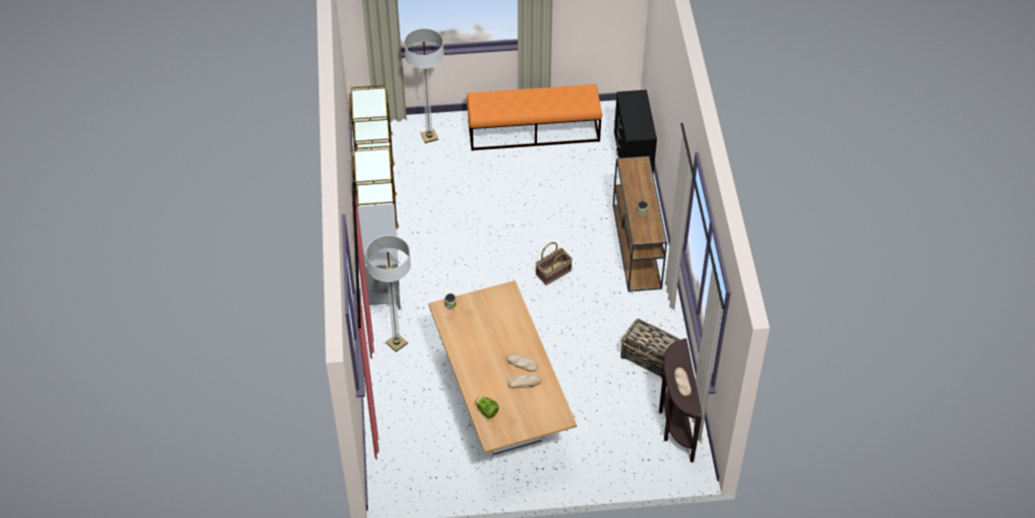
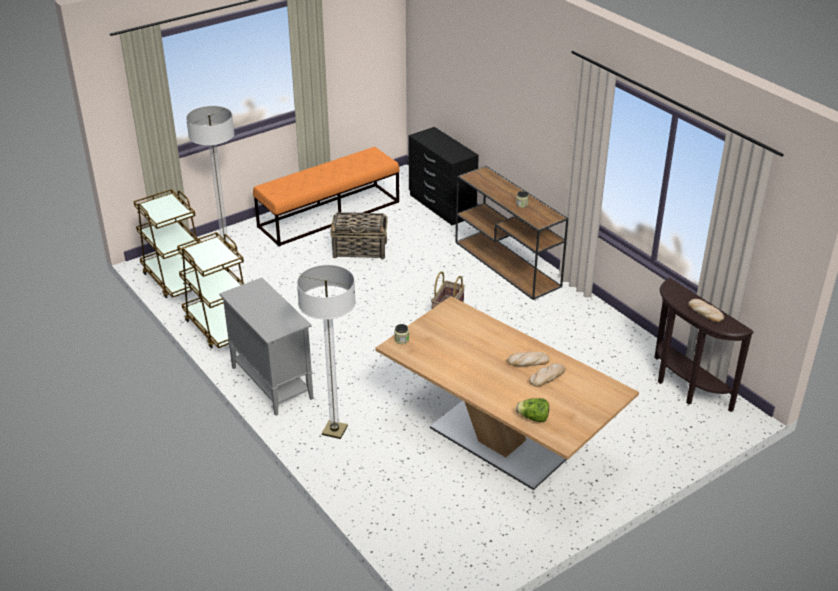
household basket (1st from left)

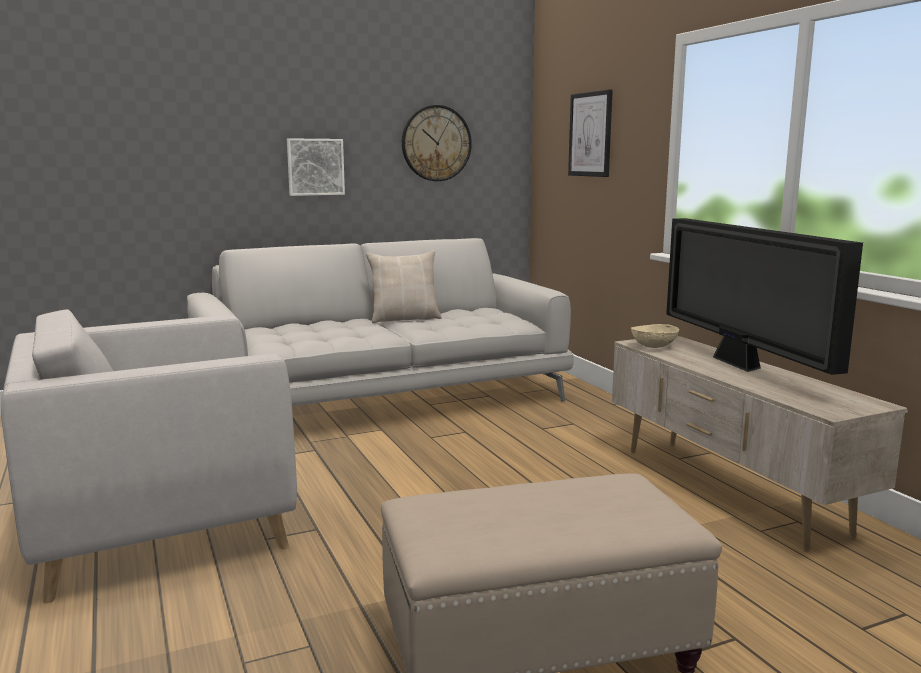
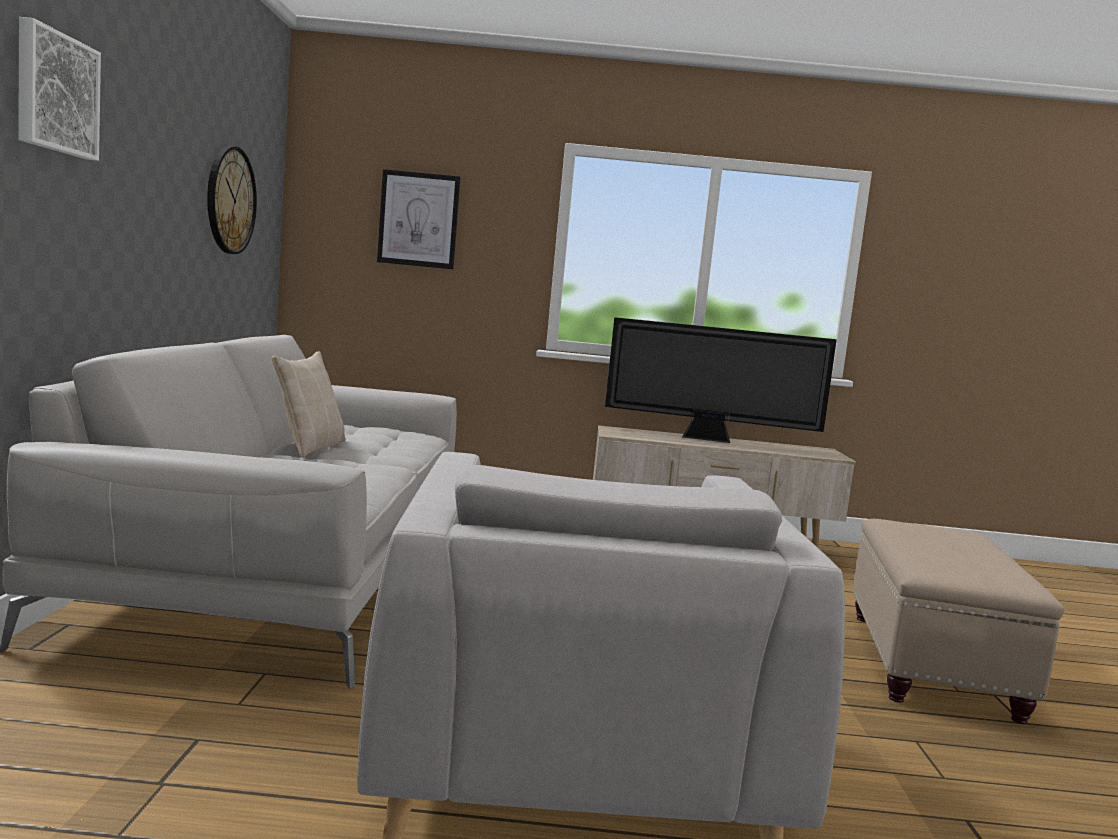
wall picture (1st from left)
beige-coloured serving bowl

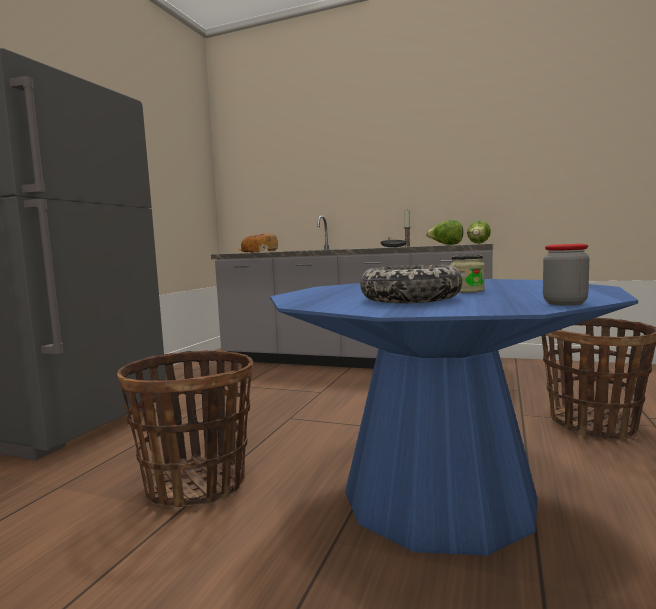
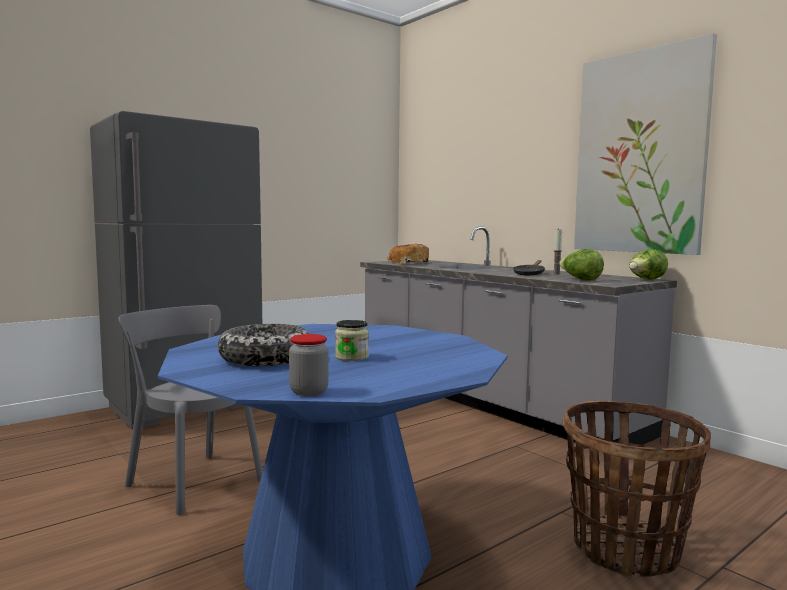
gray chair
wall picture

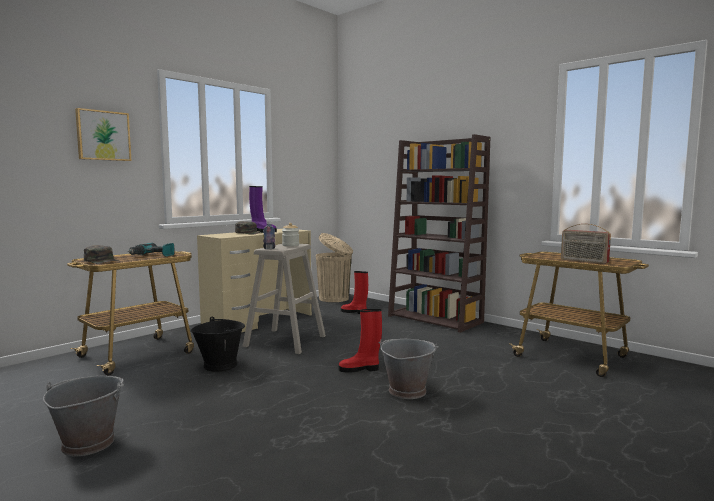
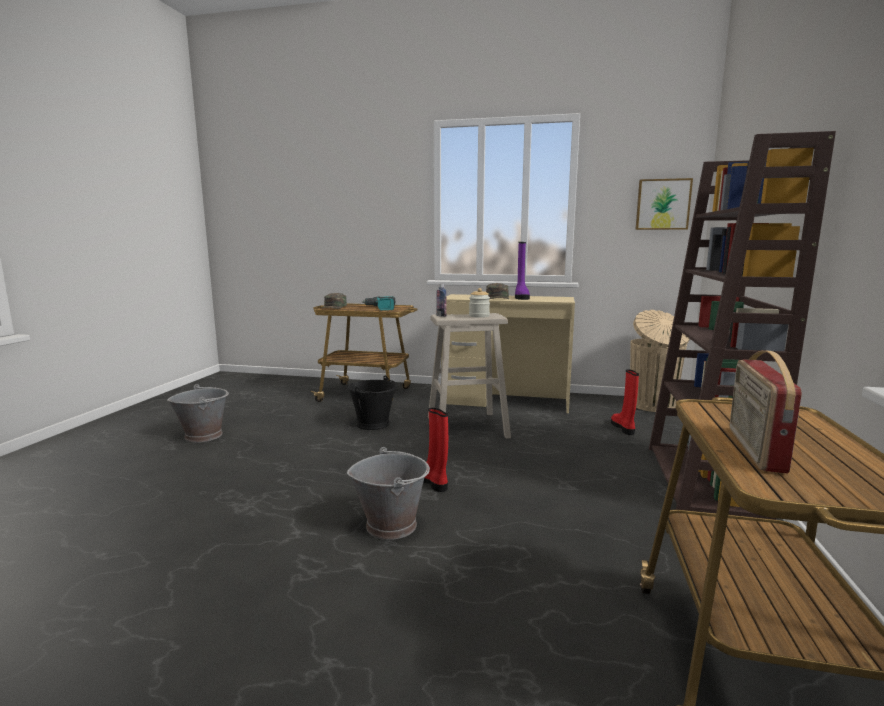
wall picture

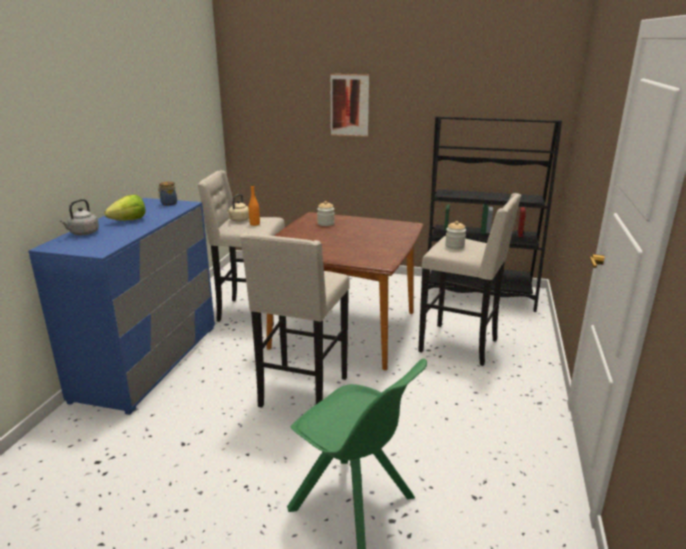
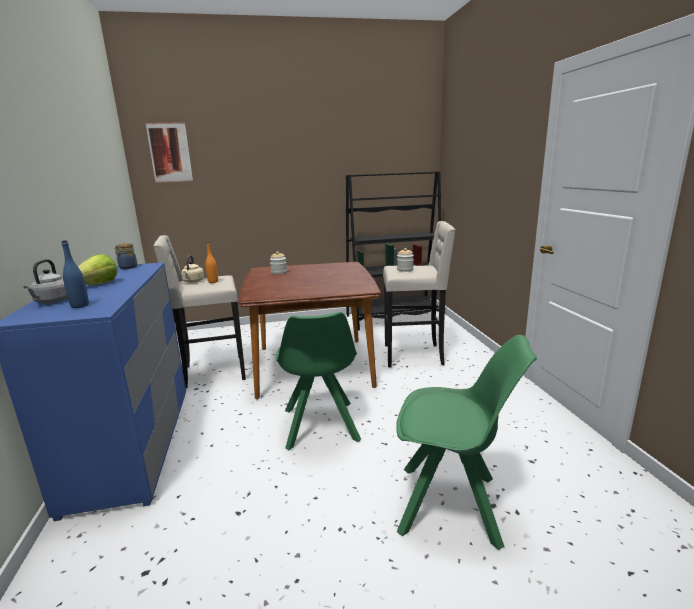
blue drink bottle
wall picture
green chair (1st from left)

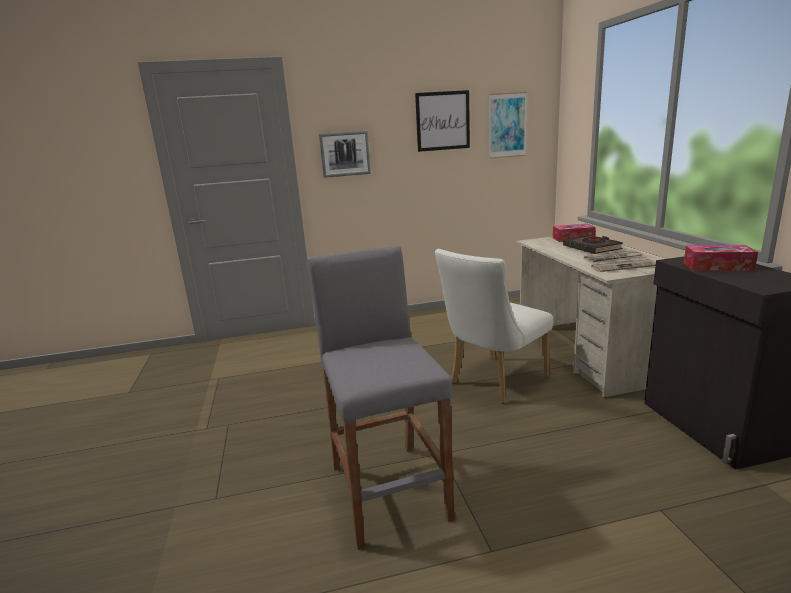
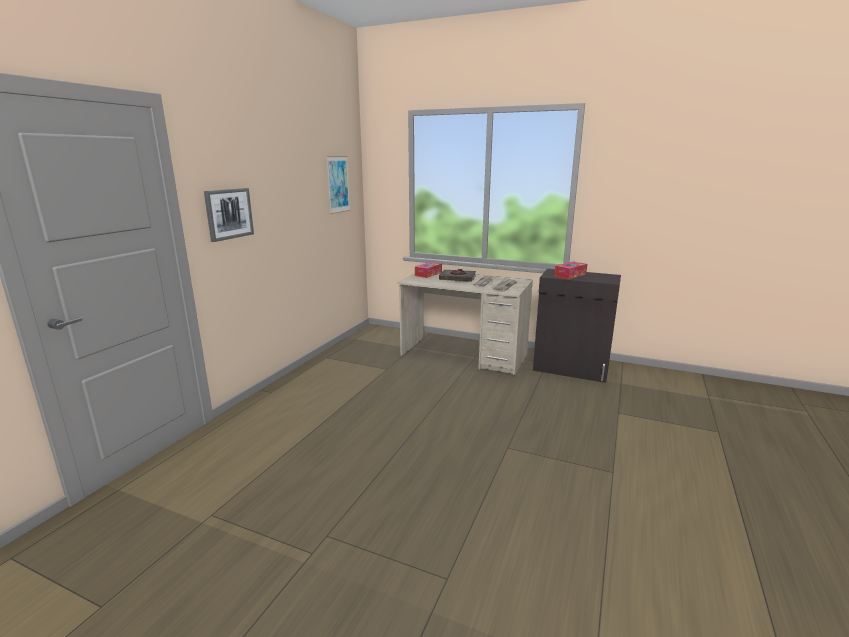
gray stool
wall picture (2nd from left in the first image)
whitish chair

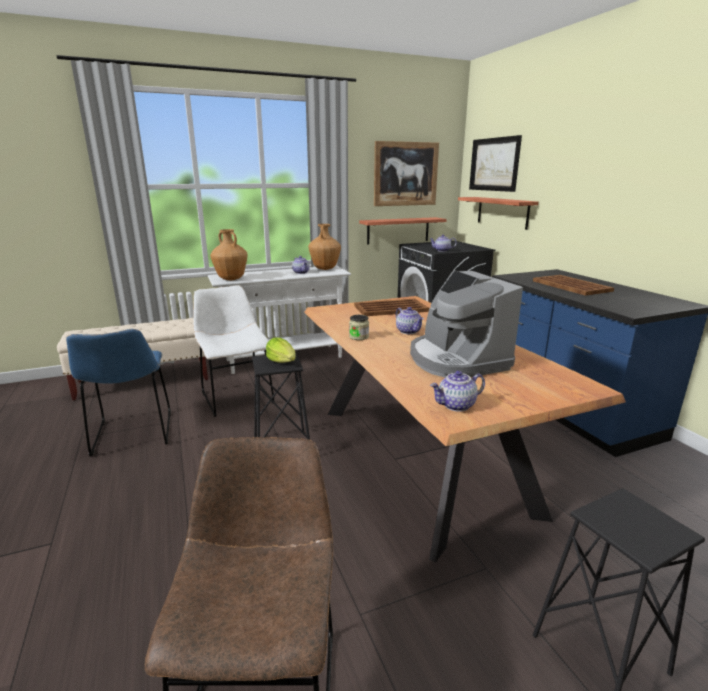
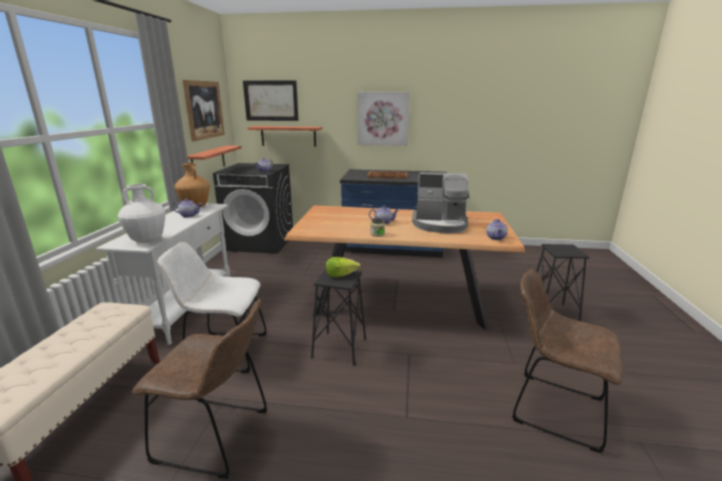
whitish flower vase
brown chair (1st from left)
wall picture (3rd from left)
brown carrying tray (1st from left in the first image)

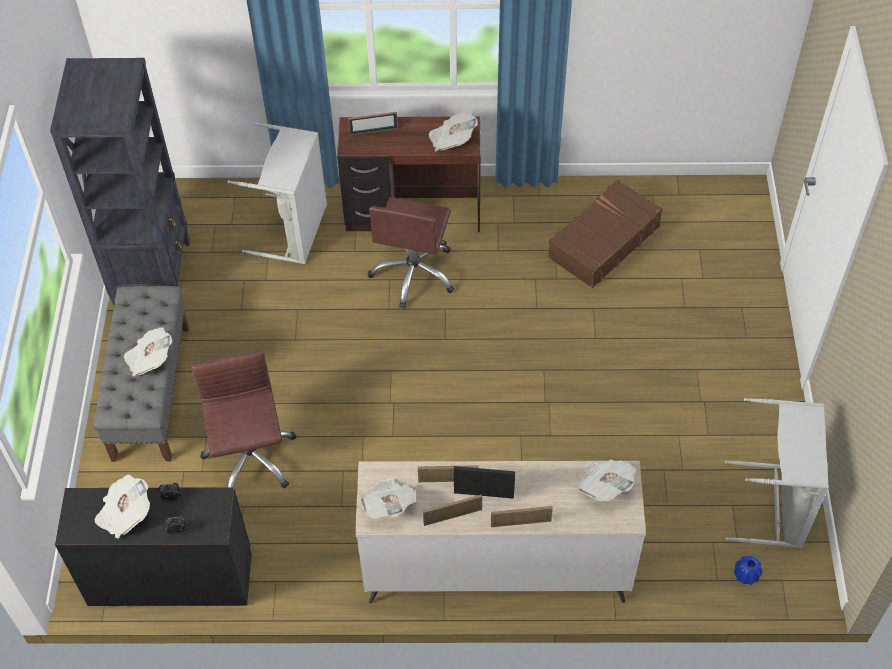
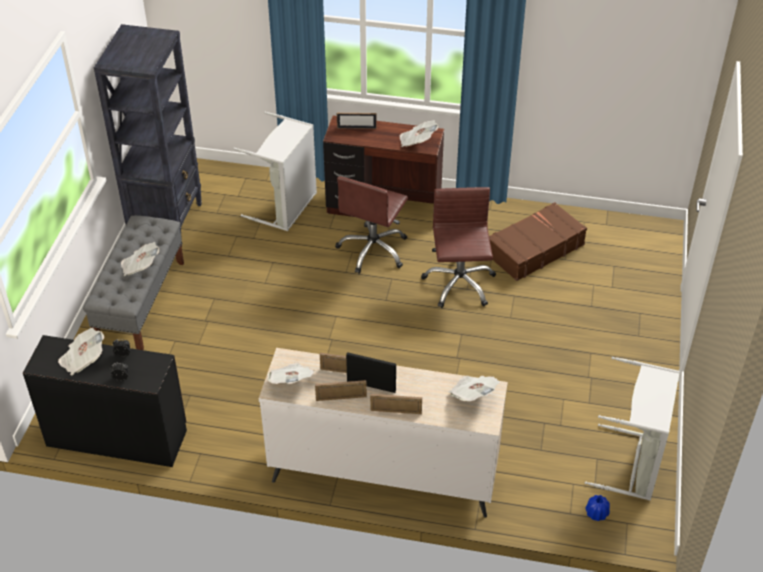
brown office chair (2nd from left)

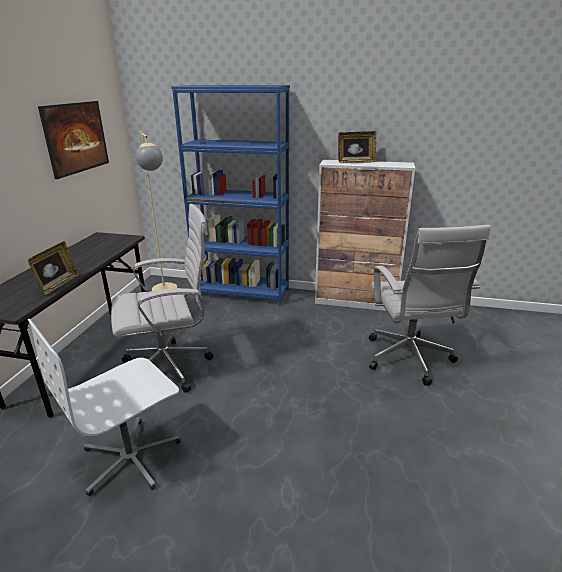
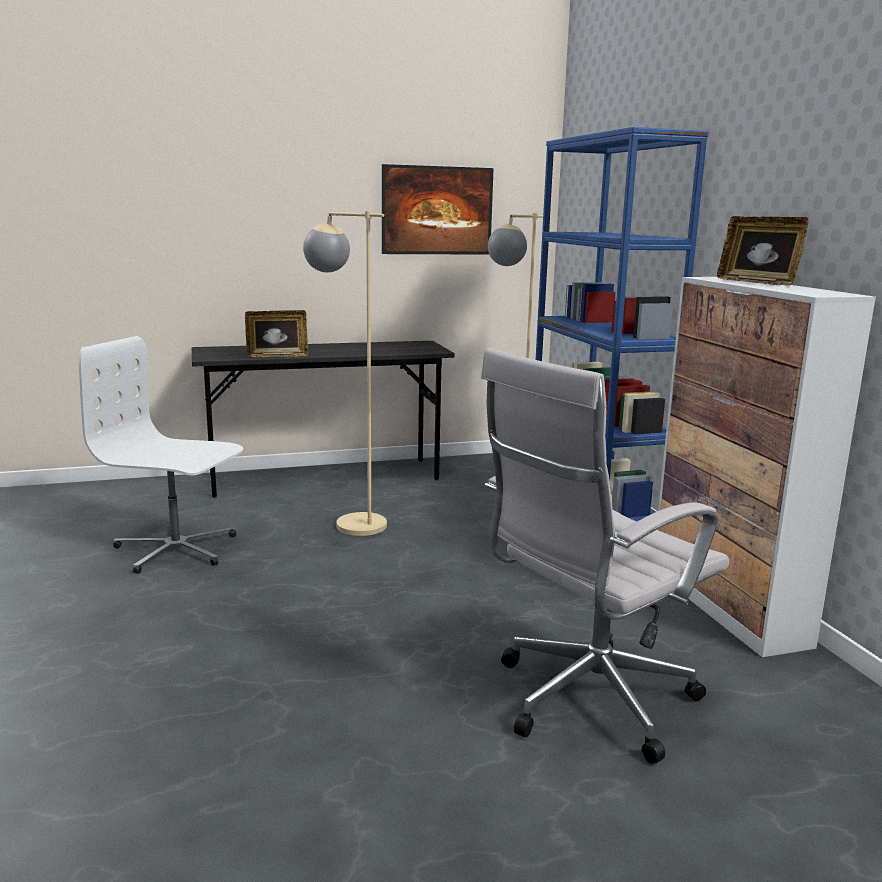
beige-coloured standing lamp (1st from left)

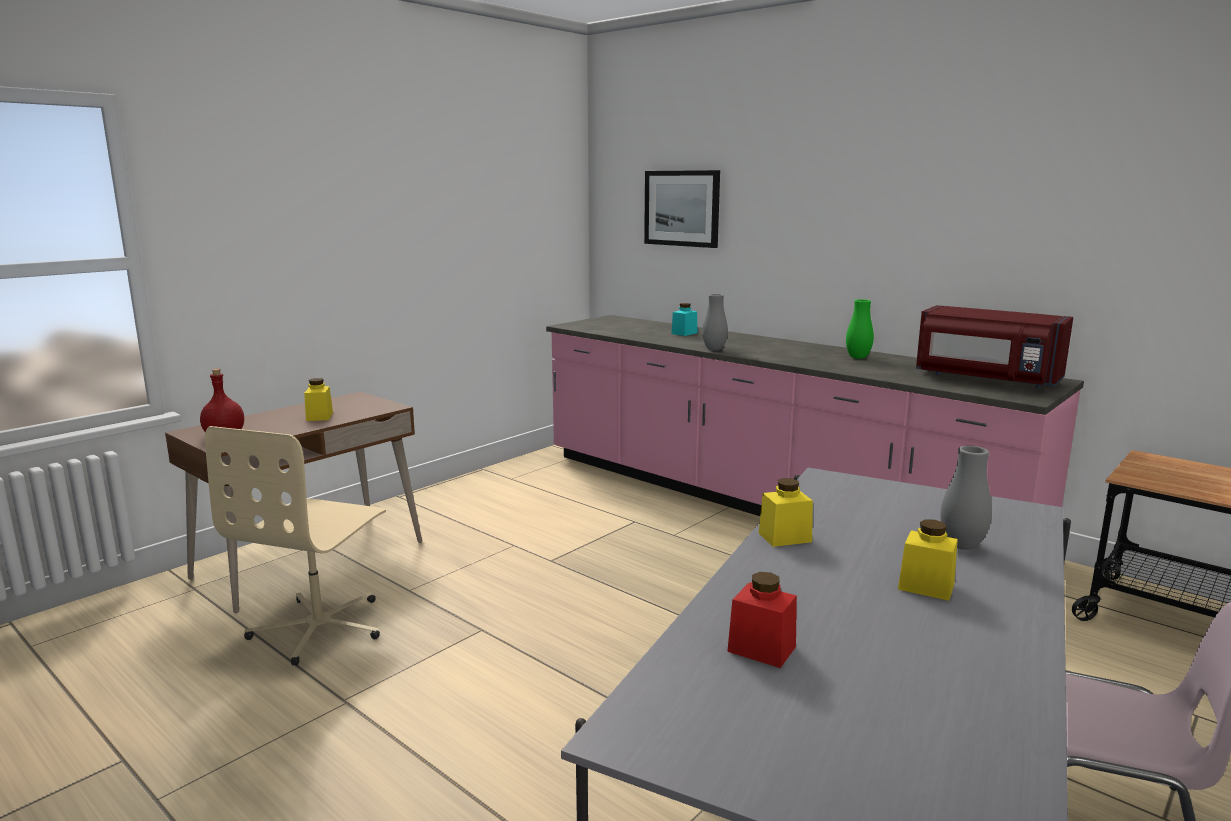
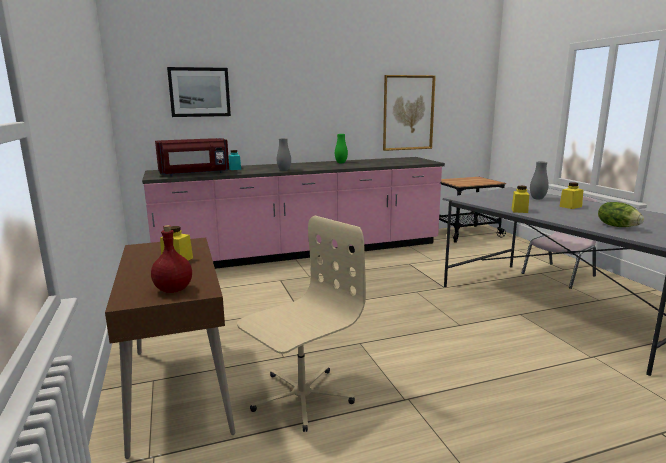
red-coloured microwave oven
beige-coloured office chair
wall picture (2nd from left)
head of lettuce

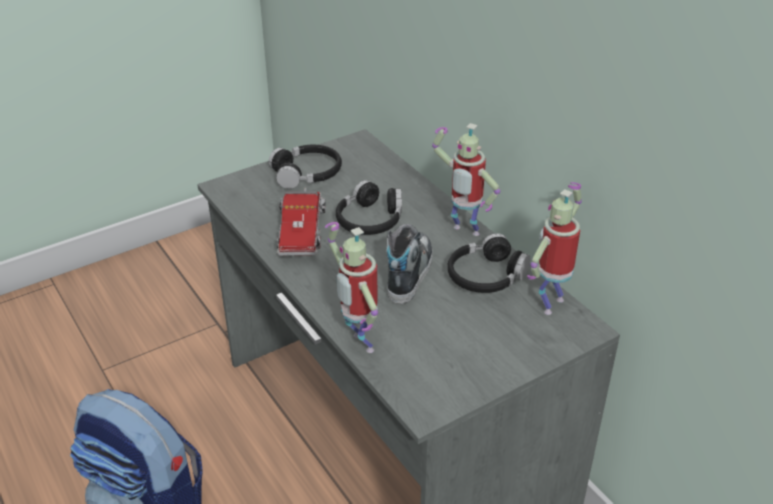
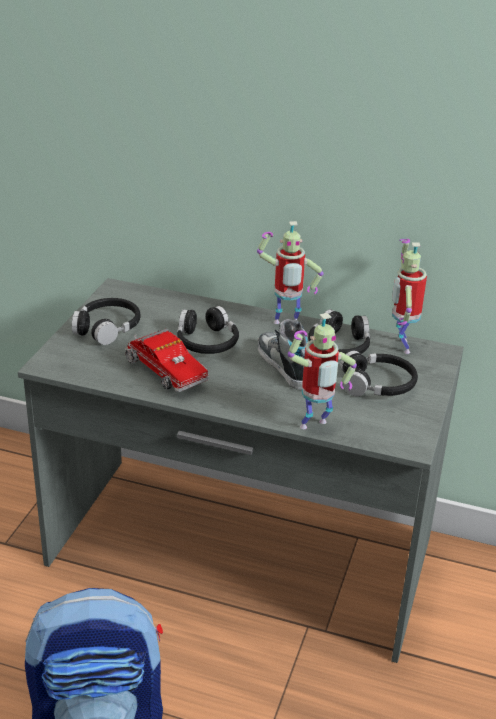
toy robot (2nd from left)
black pair of headphones (4th from left)

